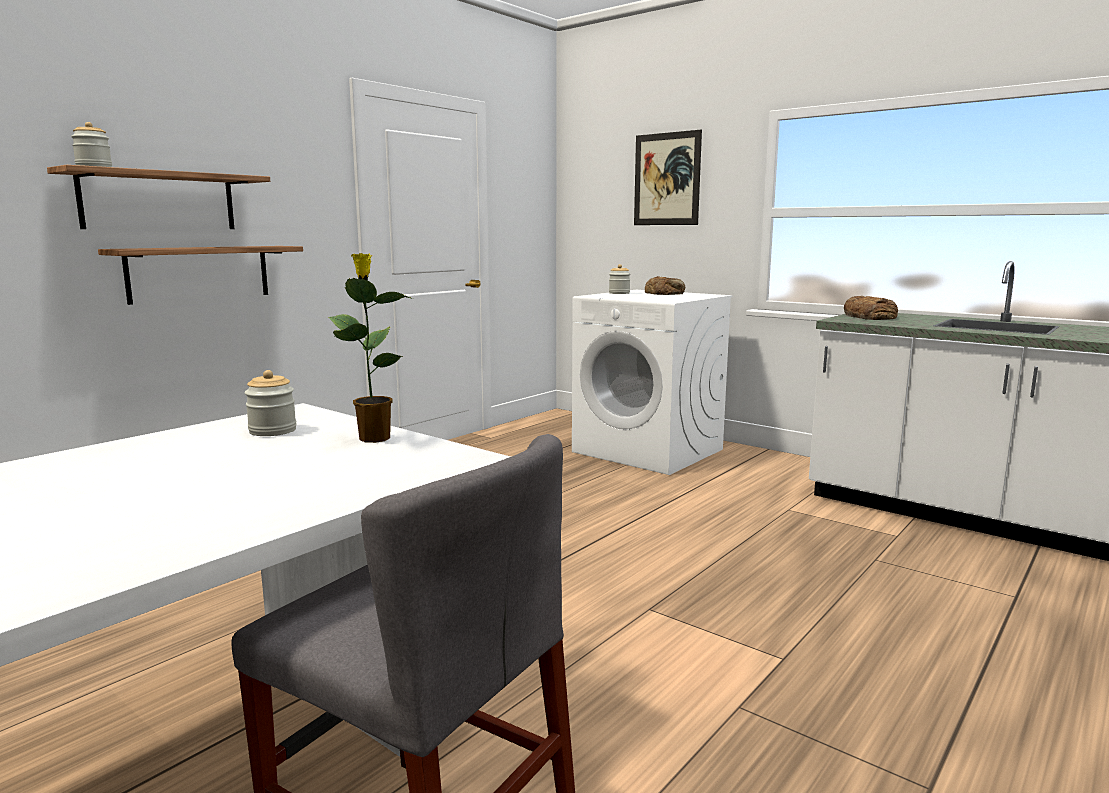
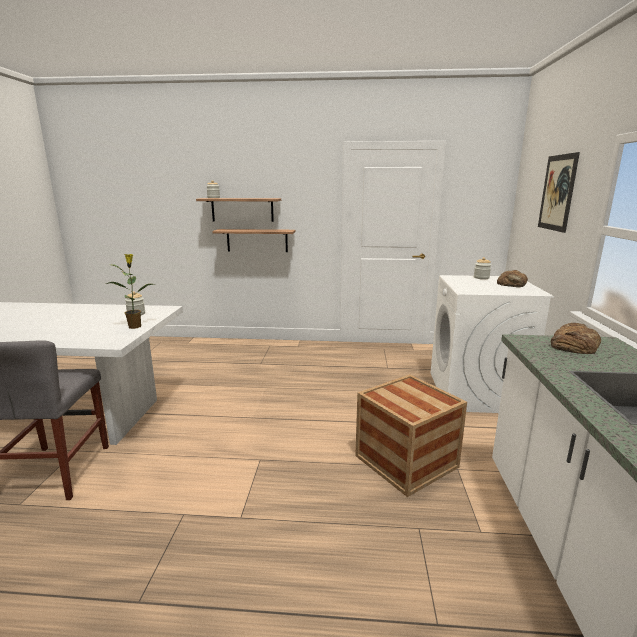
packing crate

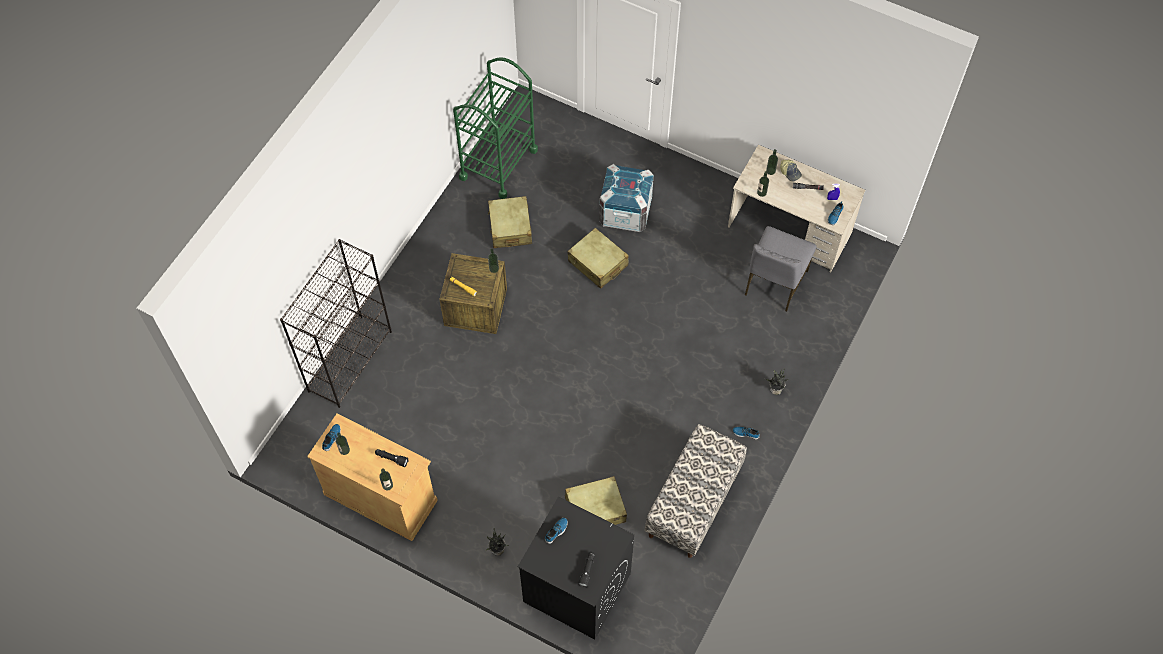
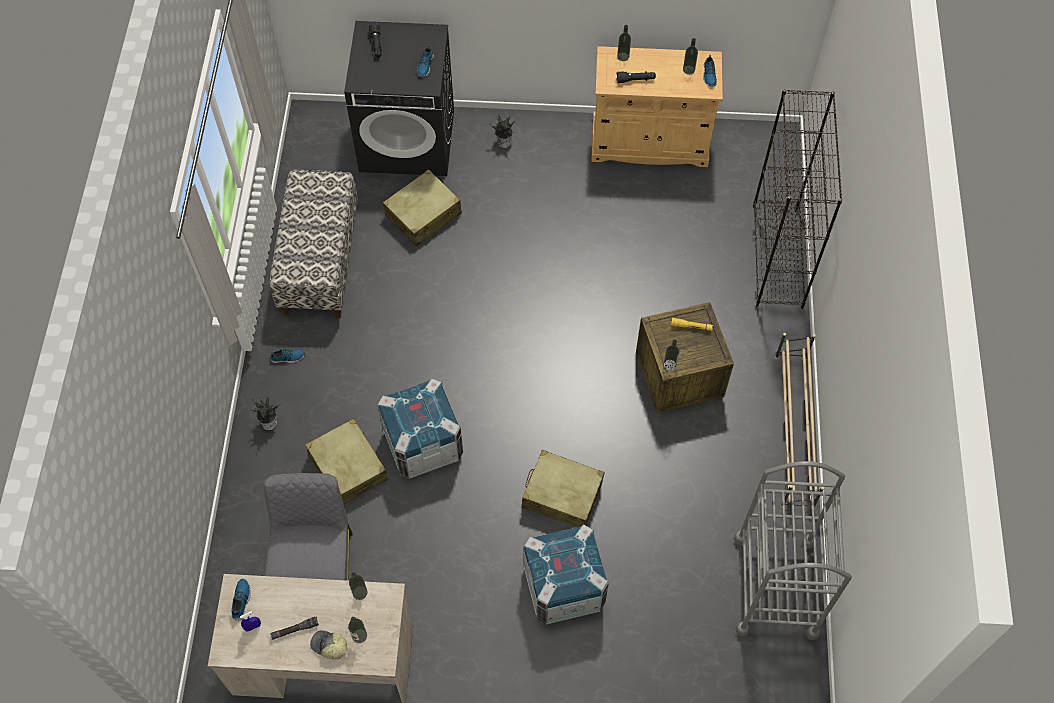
beige-coloured suitcase (1st from left)
packing crate (1st from left)
gray wheeled cart
beige-coloured shoe rack

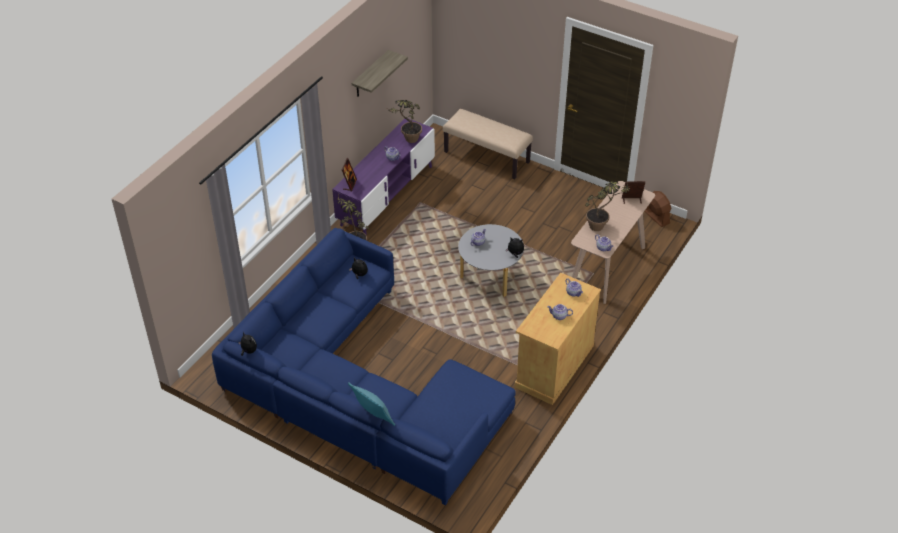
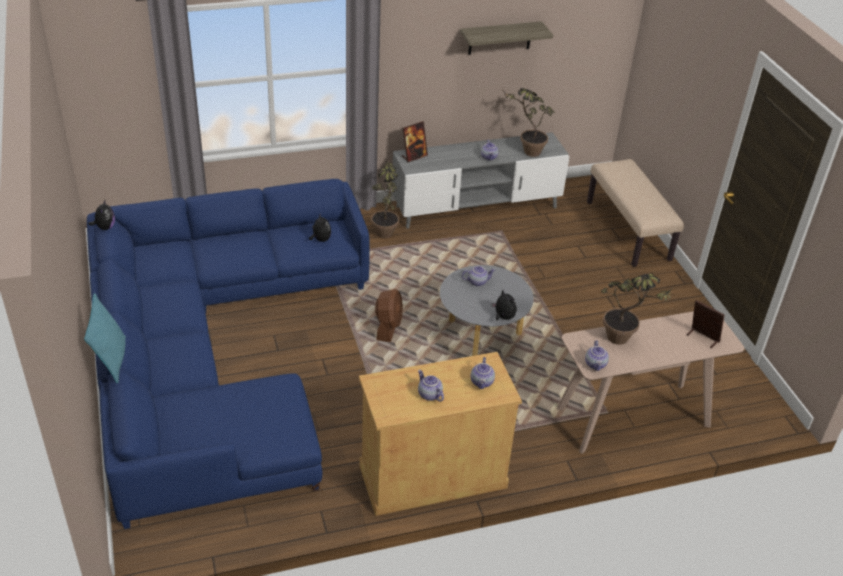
brown cooling fan
gray tv stand

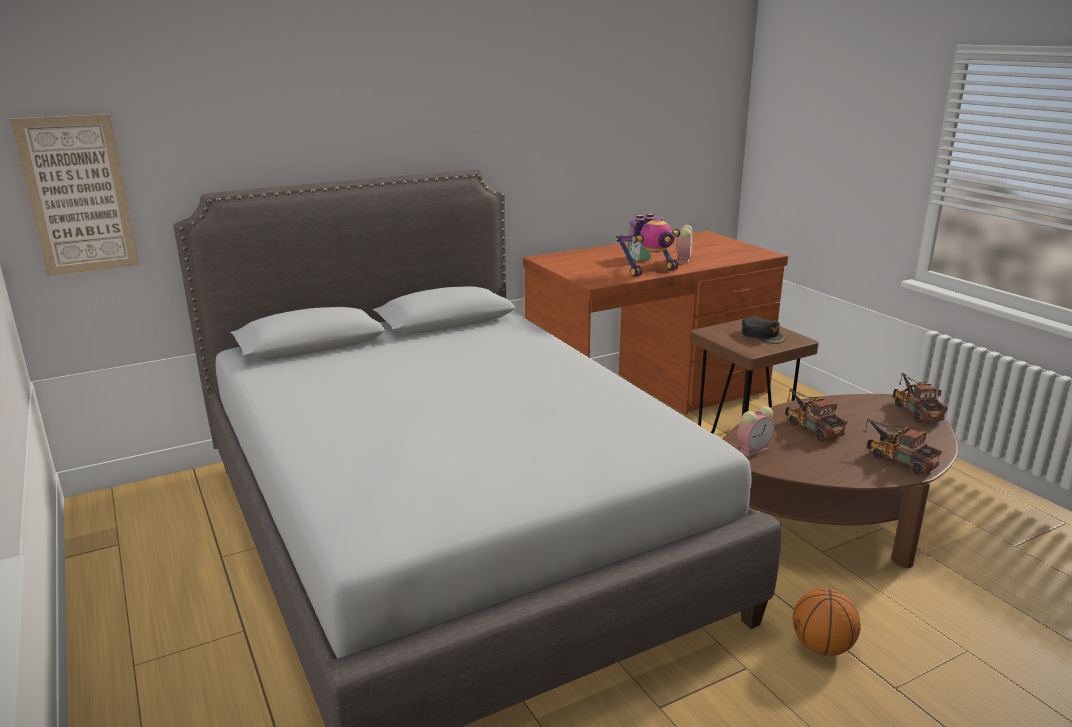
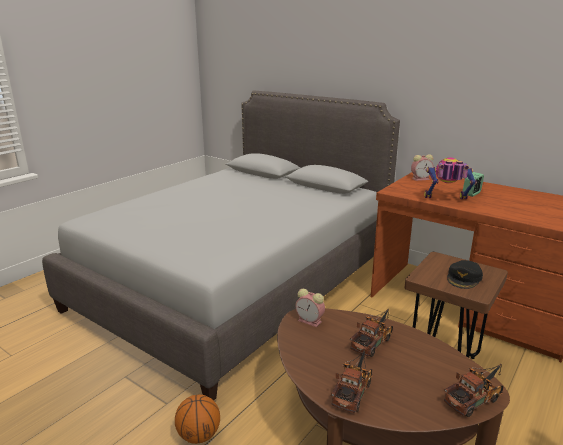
alarm clock (2nd from left)
toy robot
wall picture

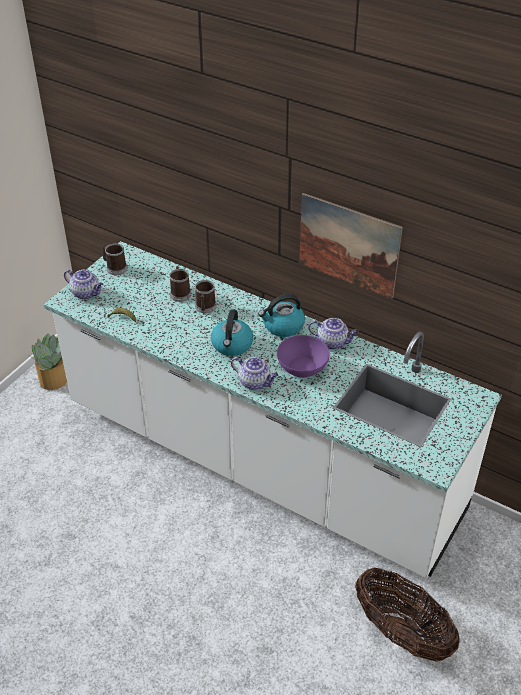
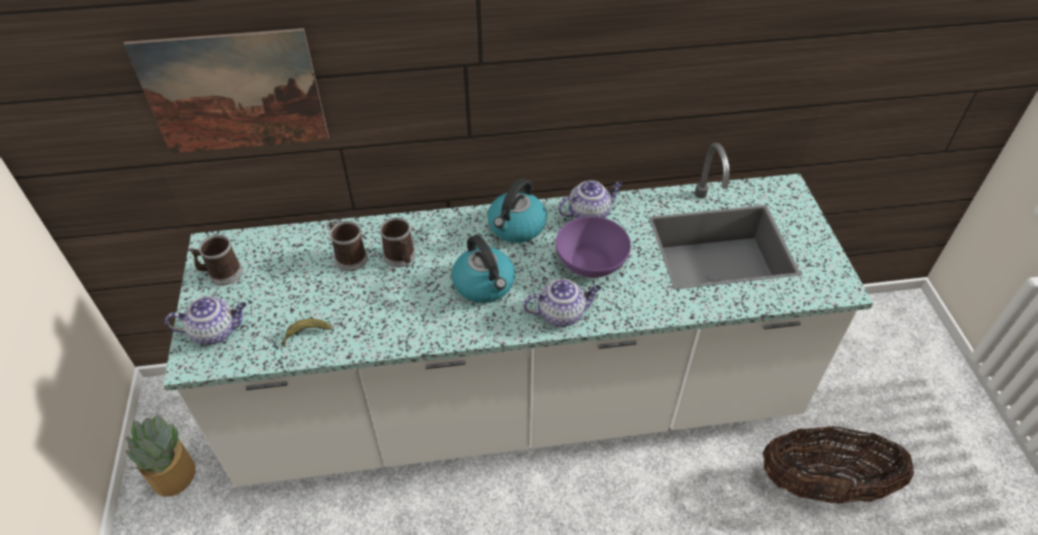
wall picture

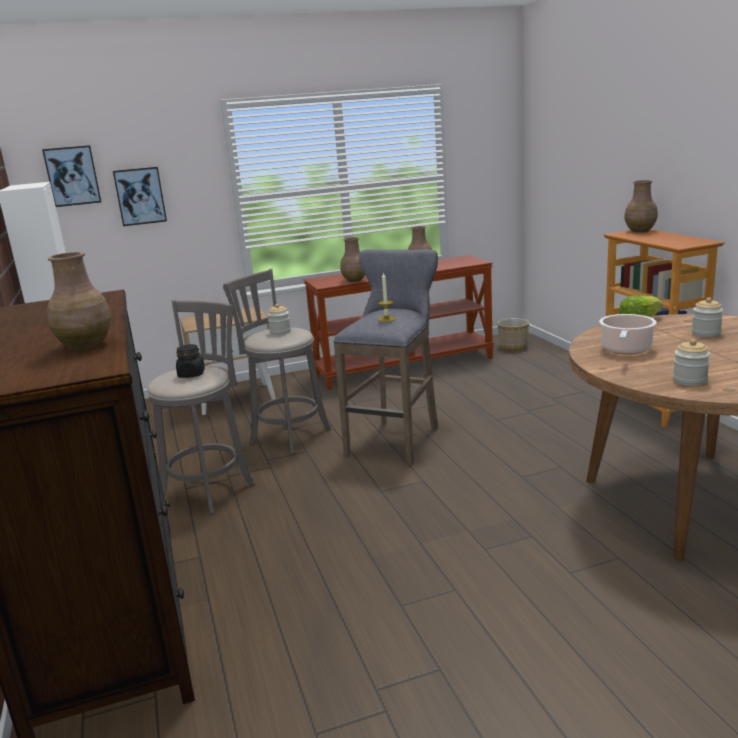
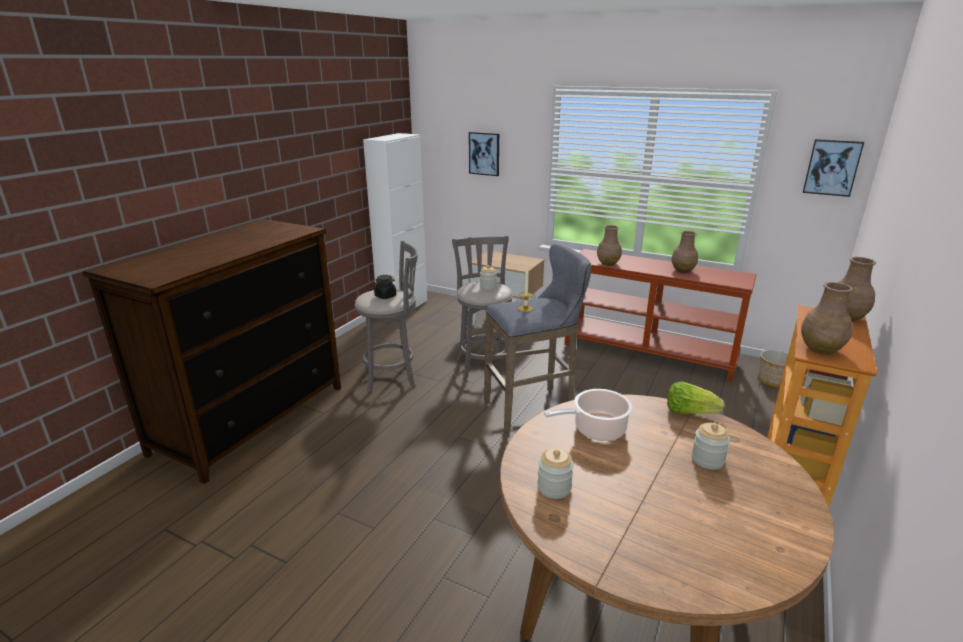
brown flower vase (3rd from left)
wall picture (2nd from left)

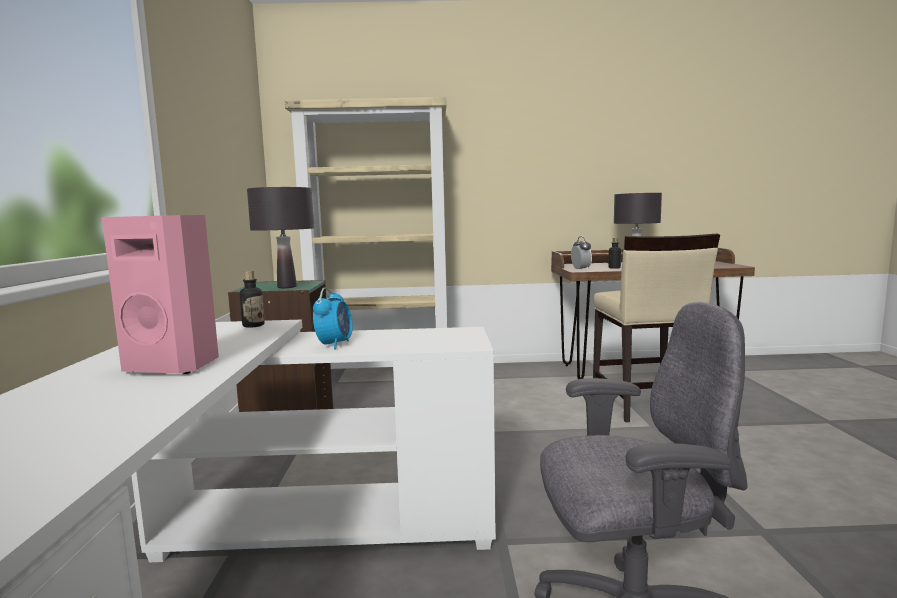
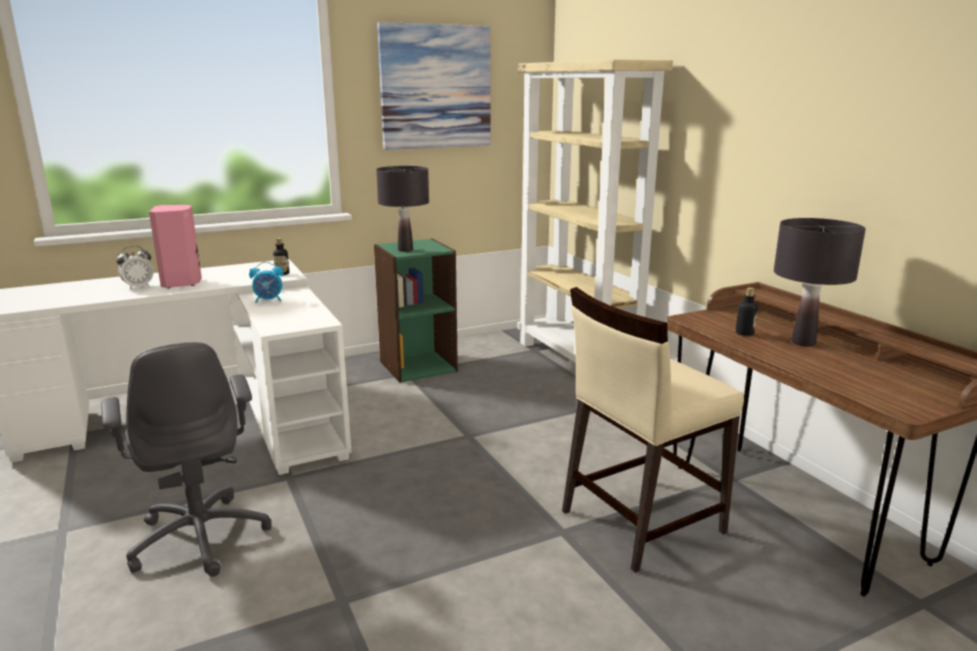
alarm clock (1st from left)
wall picture

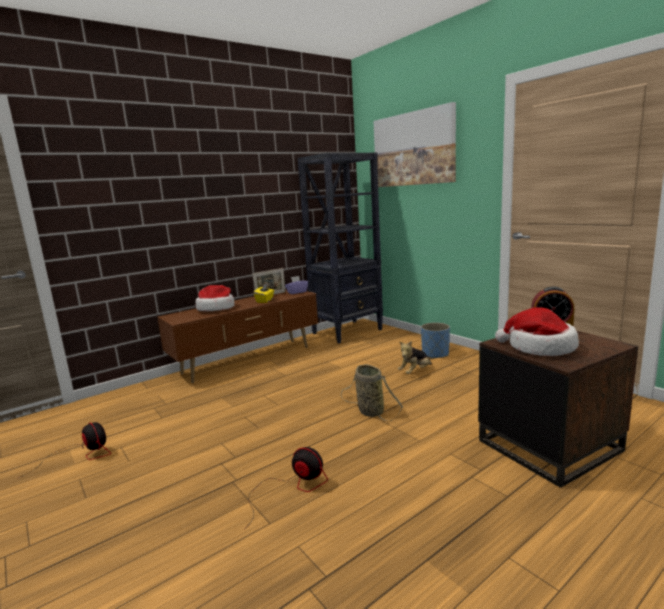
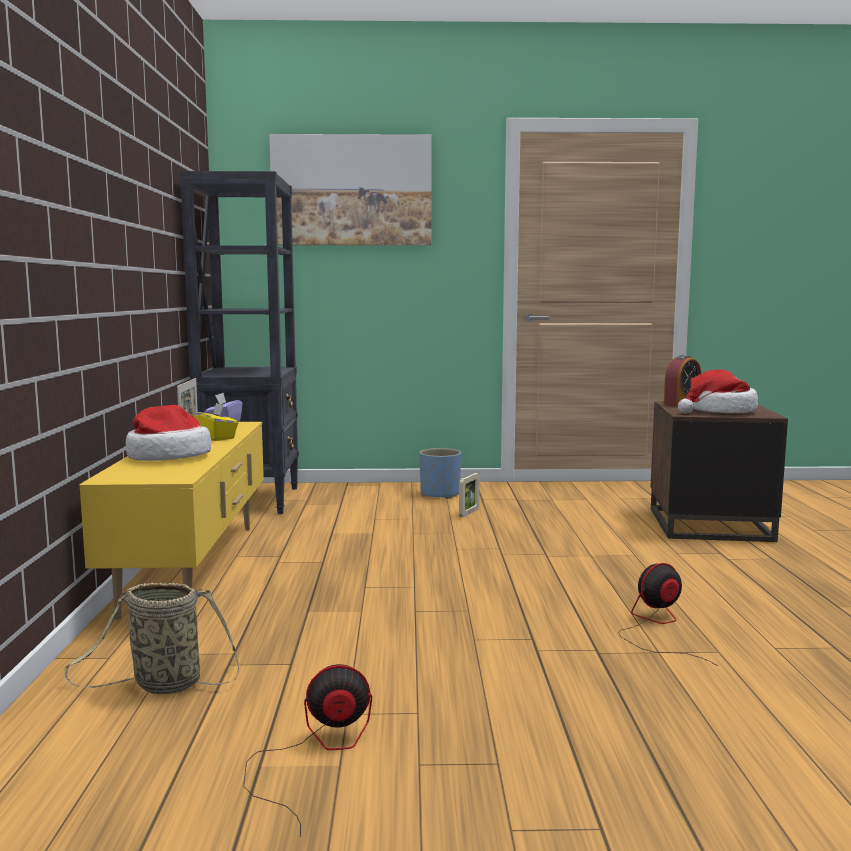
household basket
yellow tv stand
picture frame (2nd from left)

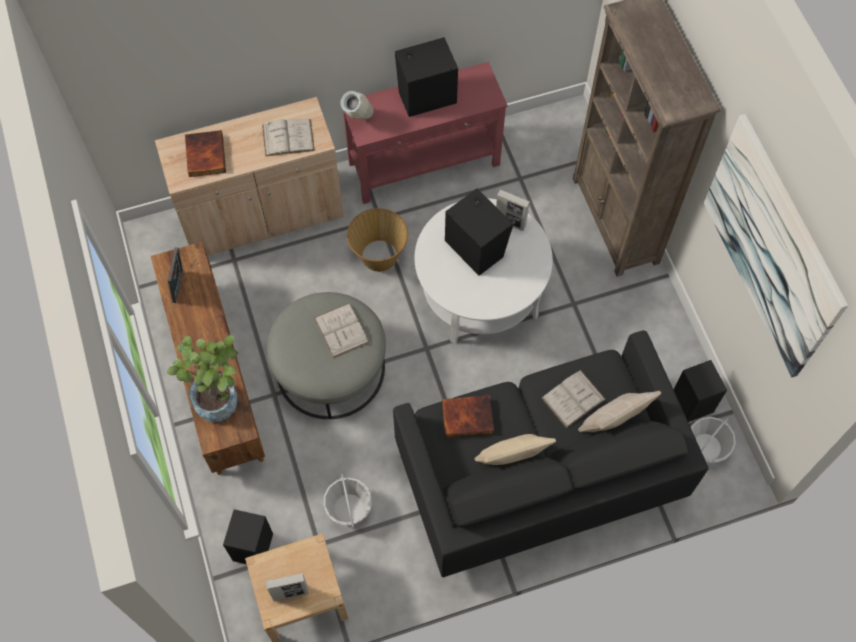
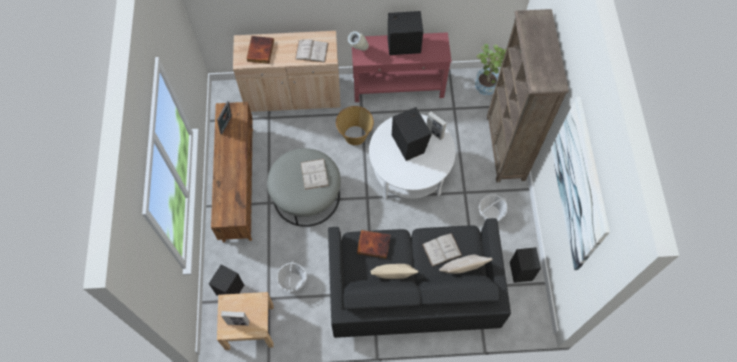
potted plant
household basket (3rd from left)

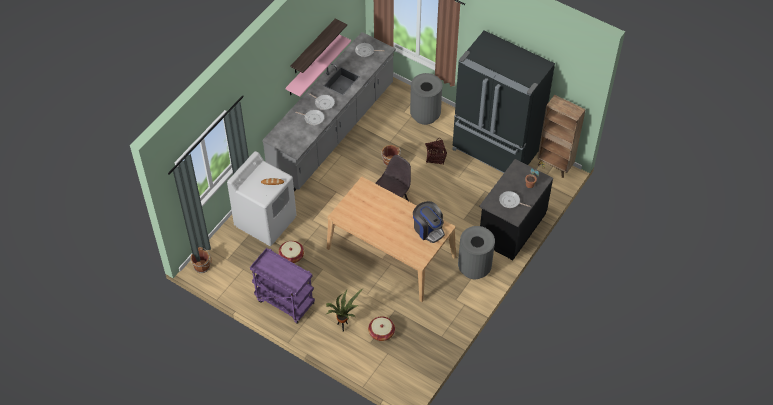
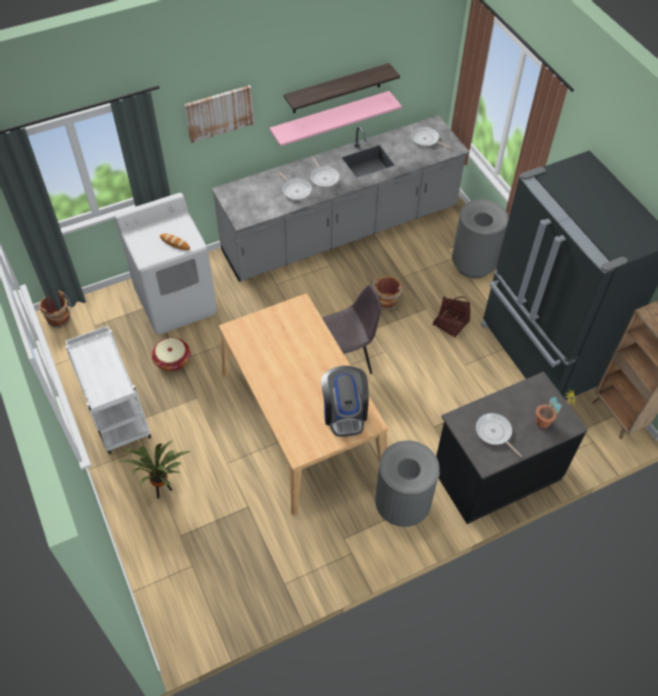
whitish wheeled cart
wall picture
household basket (2nd from left in the first image)

